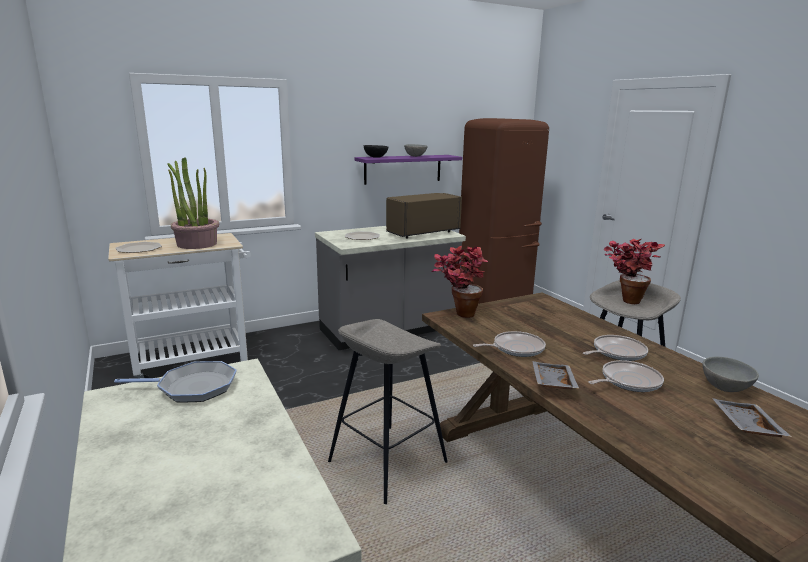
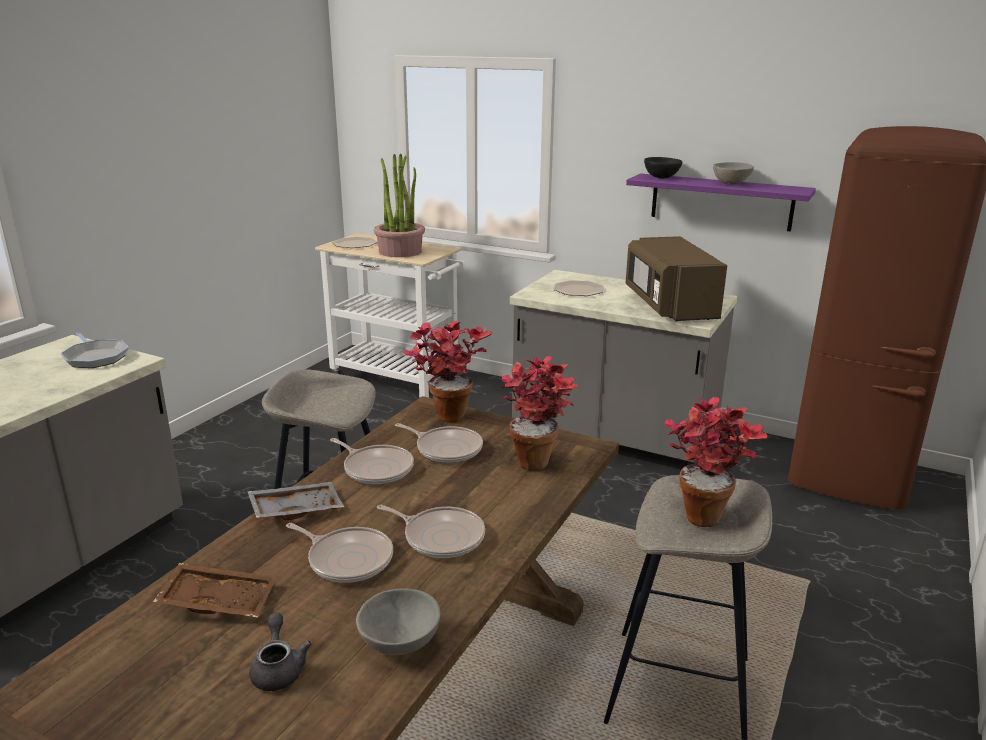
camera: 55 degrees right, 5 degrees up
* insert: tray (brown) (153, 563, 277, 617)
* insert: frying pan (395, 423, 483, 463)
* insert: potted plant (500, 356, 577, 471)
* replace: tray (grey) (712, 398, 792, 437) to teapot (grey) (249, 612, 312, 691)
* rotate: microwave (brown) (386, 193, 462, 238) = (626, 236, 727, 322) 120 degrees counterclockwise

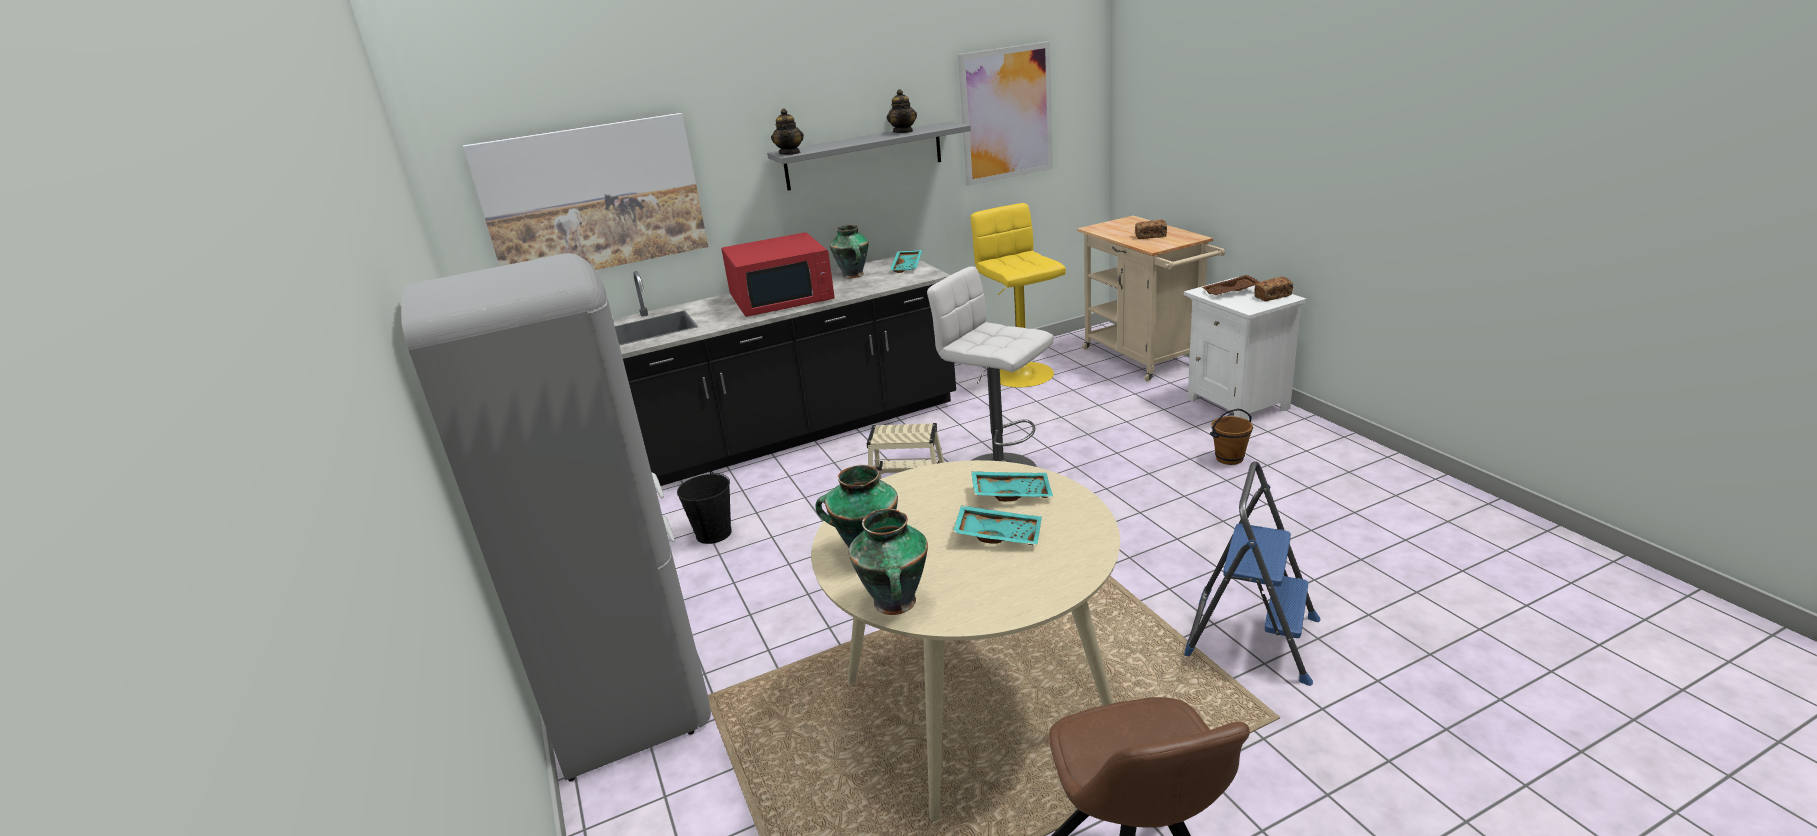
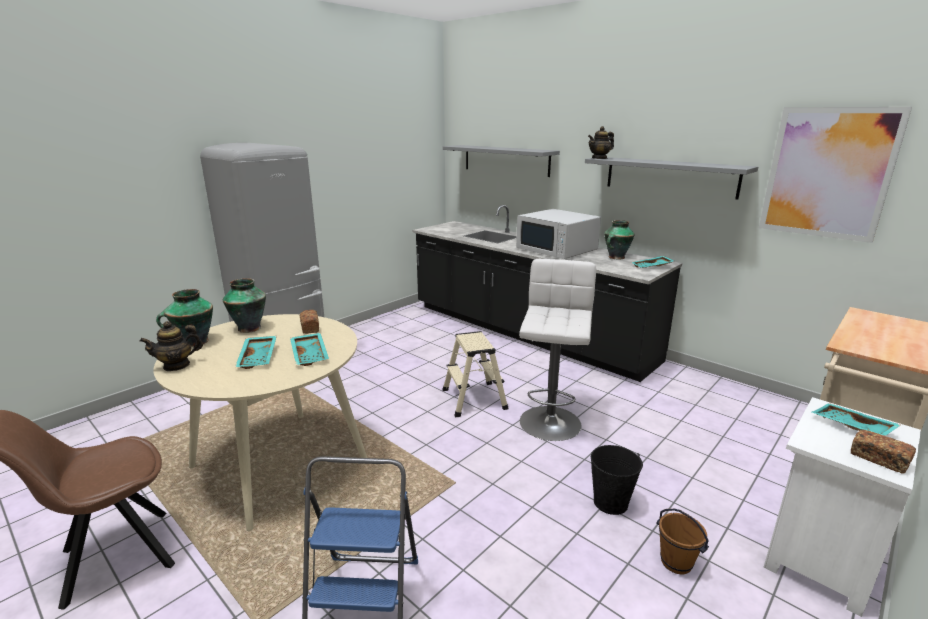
camera: 65 degrees right, 5 degrees down
* delete: stool (yellow) (970, 203, 1066, 387)
* move: bucket (black) (677, 471, 732, 544) to (591, 445, 643, 515)
* move: teapot (887, 89, 917, 133) to (140, 321, 203, 371)
* move: bread (1135, 219, 1167, 239) to (300, 310, 319, 334)
* replace: picture (463, 113, 708, 270) to shelf (grey) (442, 145, 560, 177)
* recolor: microwave (red) (721, 232, 835, 317) to microwave (white) (516, 209, 601, 259)
* recolor: tray (brown) (1202, 275, 1260, 295) to tray (turquoise) (812, 403, 901, 436)

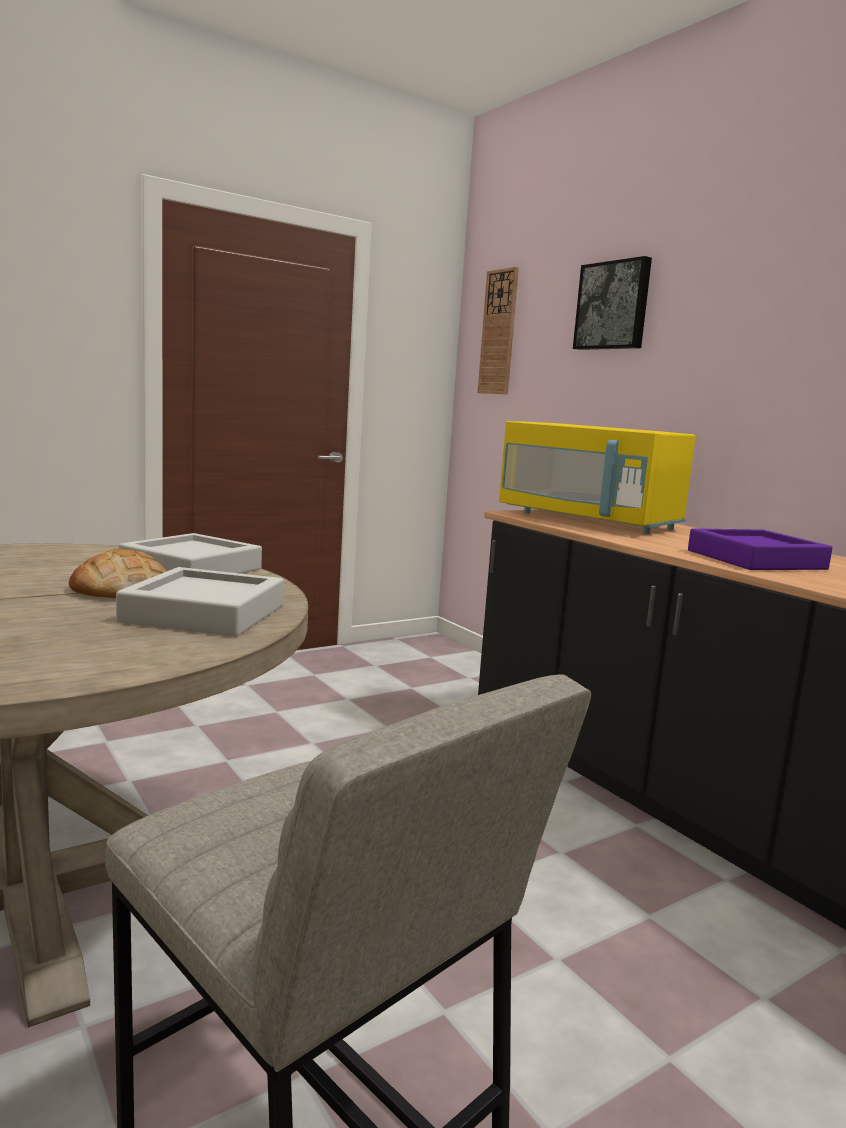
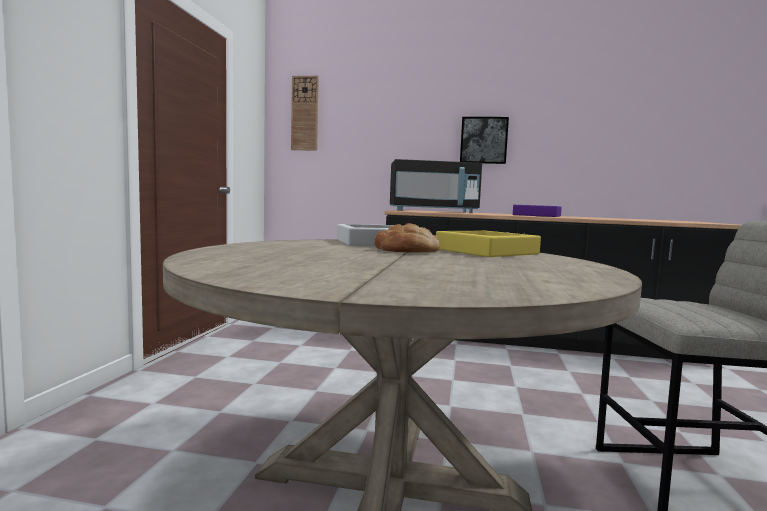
camera: 45 degrees left, 5 degrees down
* move: picture (573, 256, 652, 350) to (460, 117, 509, 164)
* recolor: tray (grey) (116, 567, 284, 636) to tray (yellow) (436, 231, 541, 257)
* recolor: microwave (yellow) (499, 421, 696, 534) to microwave (black) (390, 159, 482, 213)

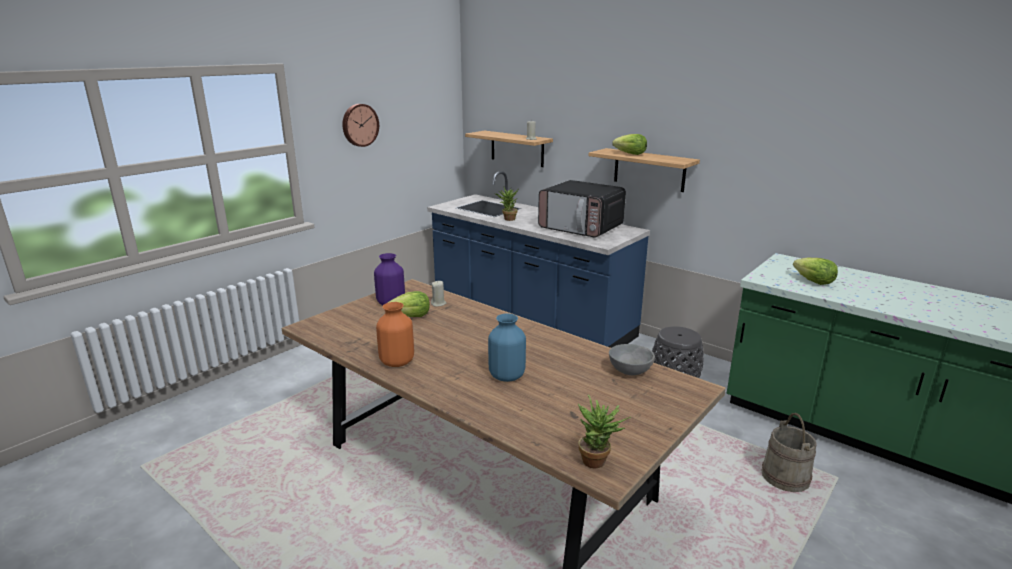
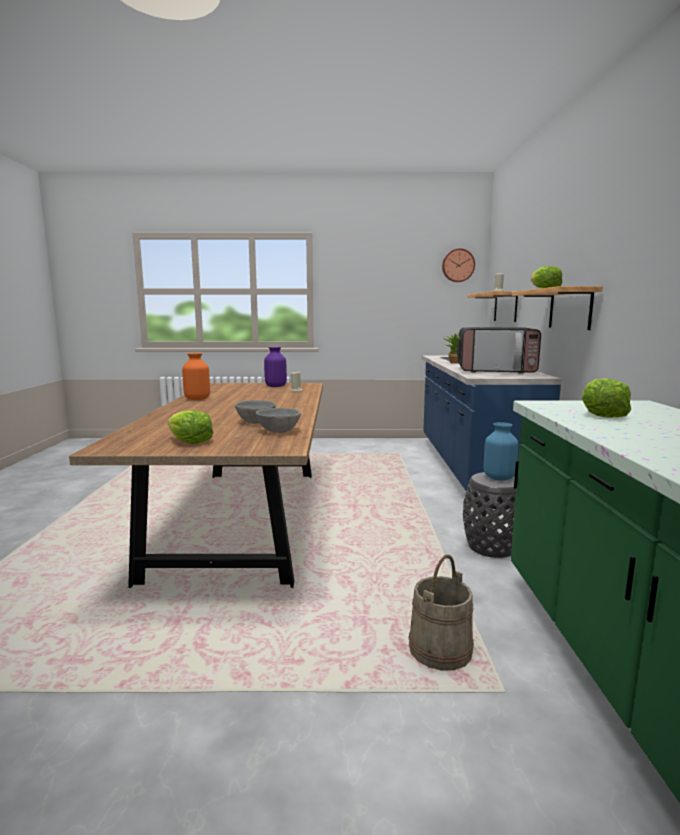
camera: 50 degrees right, 10 degrees down
* delete: potted plant (578, 395, 631, 468)
* insert: bowl (grey) (235, 400, 276, 423)
* move: wall clock (342, 104, 379, 147) to (442, 248, 475, 282)
* move: lettuce (388, 291, 430, 317) to (168, 410, 213, 444)
* move: vase (blue) (488, 313, 526, 382) to (484, 422, 518, 481)
* rotate: microwave (538, 180, 626, 238) = (457, 327, 541, 373) 75 degrees counterclockwise

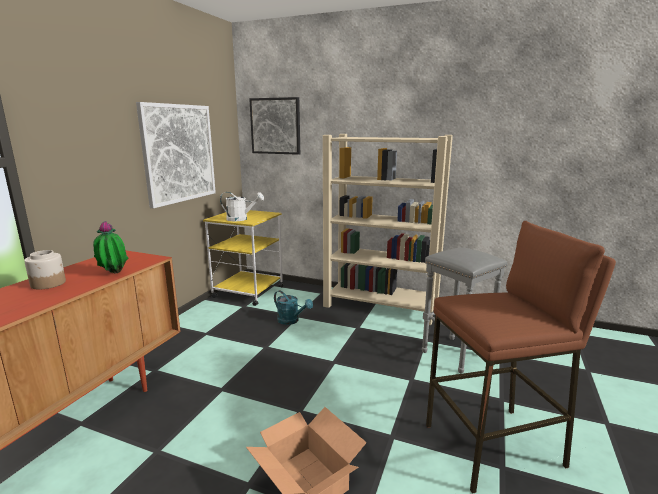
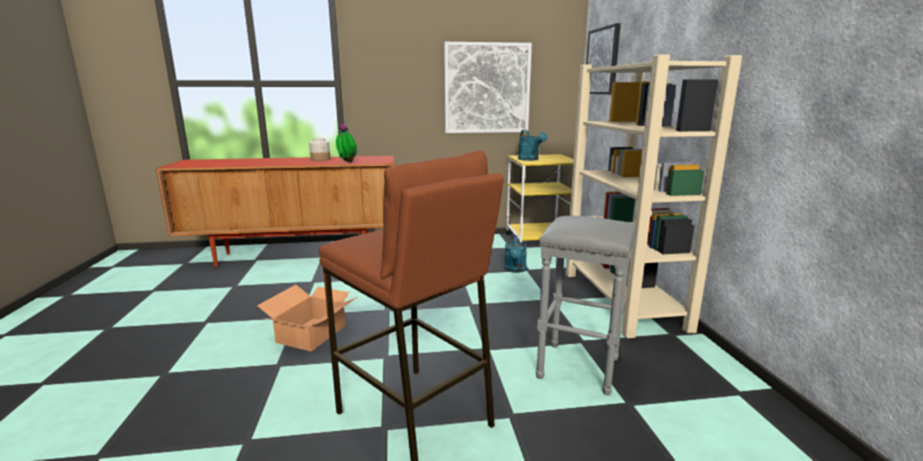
camera: 60 degrees right, 0 degrees up
* recolor: watering can (white) (220, 192, 264, 221) to watering can (turquoise) (518, 130, 547, 161)

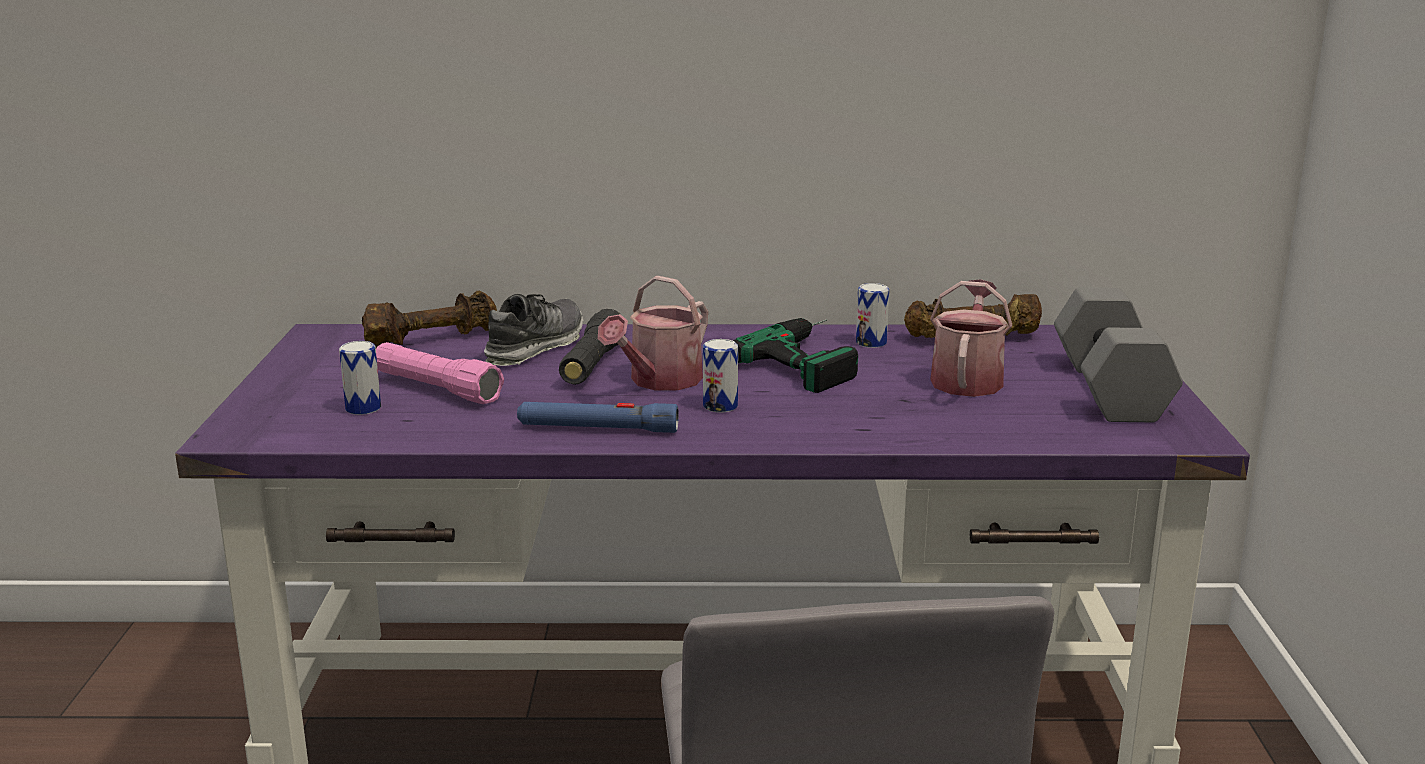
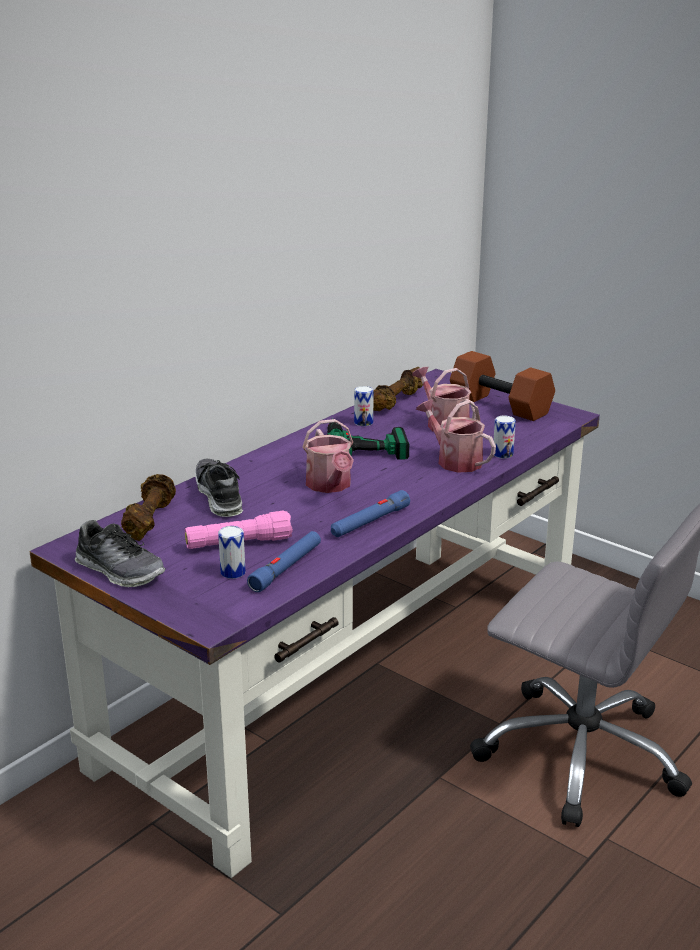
camera: 50 degrees left, 5 degrees up
* delete: flashlight (black) (559, 309, 625, 385)
* insert: shoe (75, 520, 166, 587)
* insert: flashlight (blue) (247, 531, 321, 592)
* insert: watering can (416, 399, 496, 472)
* move: can (703, 339, 738, 413) to (493, 415, 516, 459)
* recolor: dumbbell (grey) (1054, 287, 1183, 422) to dumbbell (brown) (450, 351, 555, 421)

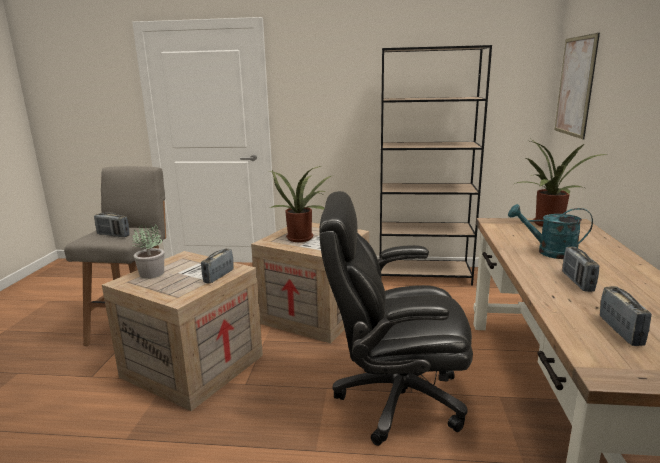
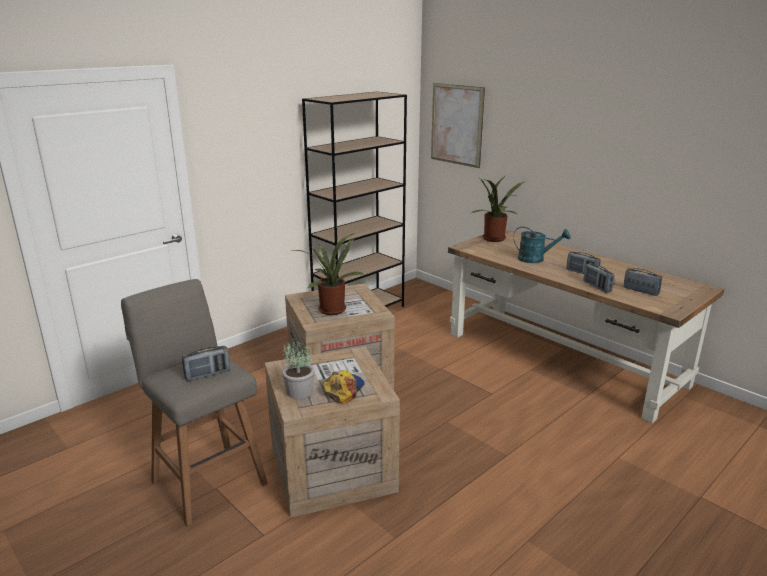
camera: 50 degrees left, 5 degrees up
* delete: office chair (black) (319, 191, 473, 446)
* insert: cap (323, 370, 365, 404)
* move: radio (201, 249, 234, 284) to (583, 263, 614, 293)
* rotate: watering can (turquoise) (508, 204, 593, 259) = (513, 227, 571, 263) 135 degrees counterclockwise

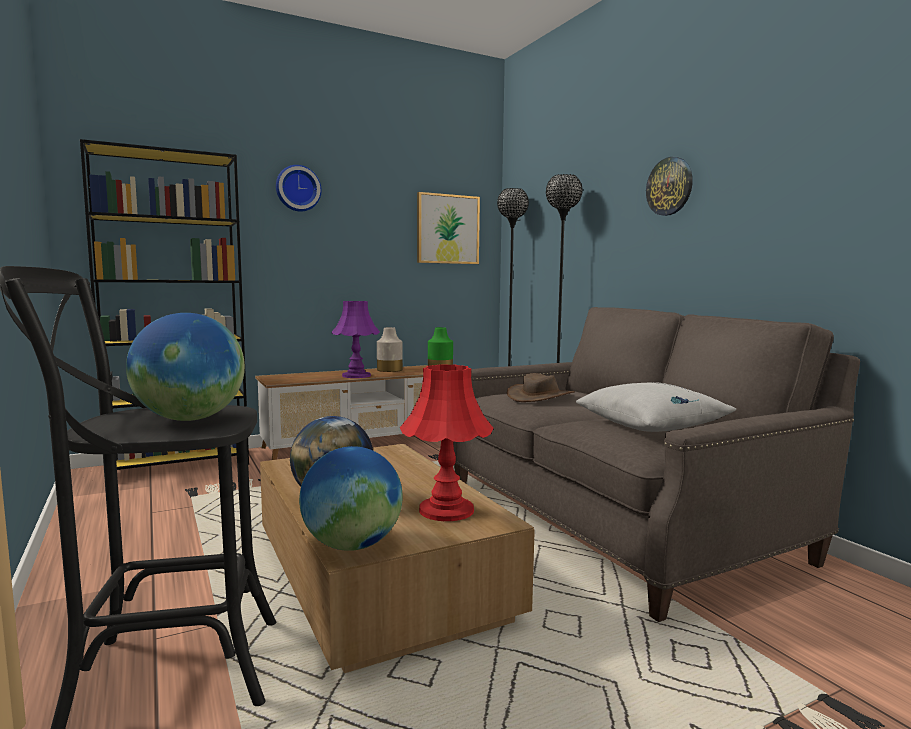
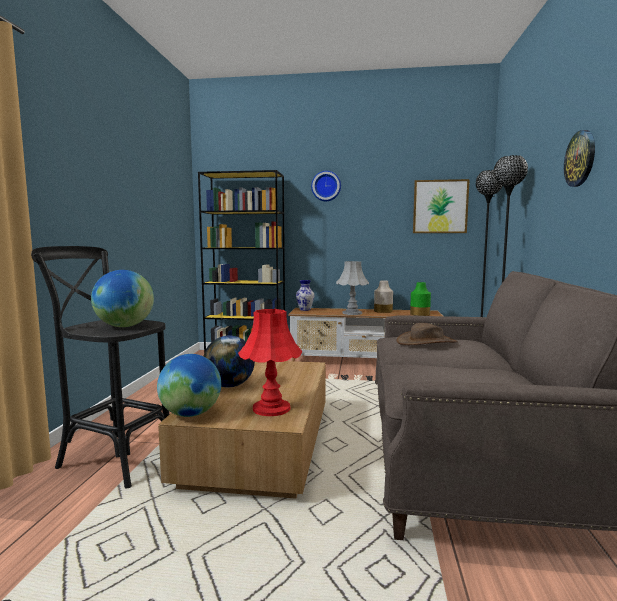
camera: 35 degrees right, 0 degrees up
* delete: pillow (grey) (576, 382, 736, 432)
* insert: vase (296, 280, 314, 311)
* recolor: table lamp (purple) (332, 301, 380, 378) to table lamp (grey) (336, 261, 369, 315)

